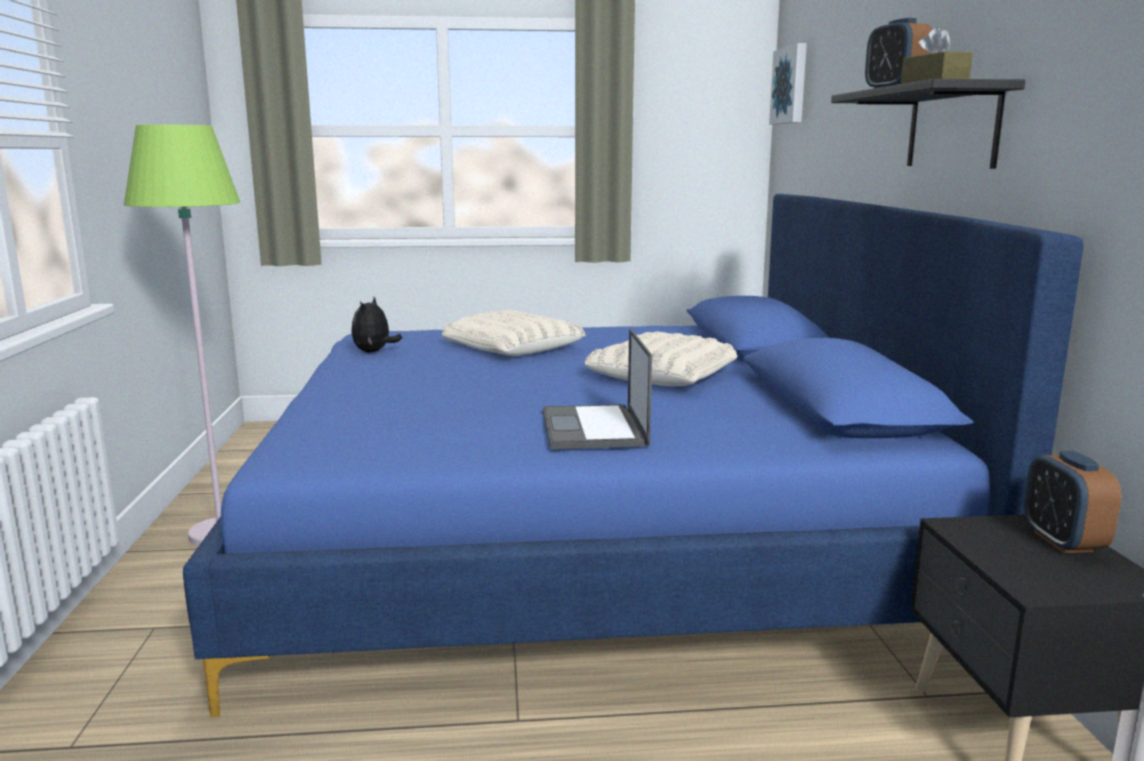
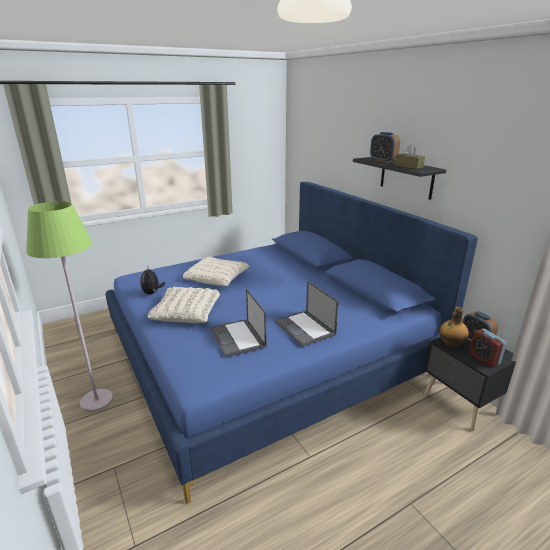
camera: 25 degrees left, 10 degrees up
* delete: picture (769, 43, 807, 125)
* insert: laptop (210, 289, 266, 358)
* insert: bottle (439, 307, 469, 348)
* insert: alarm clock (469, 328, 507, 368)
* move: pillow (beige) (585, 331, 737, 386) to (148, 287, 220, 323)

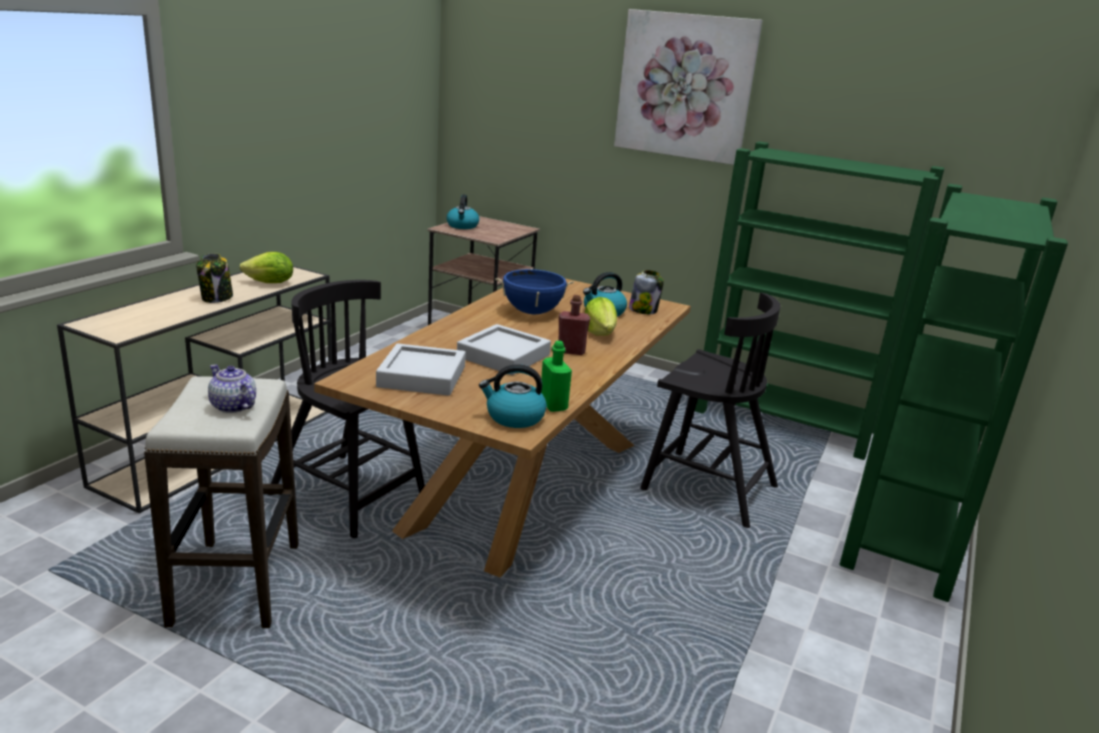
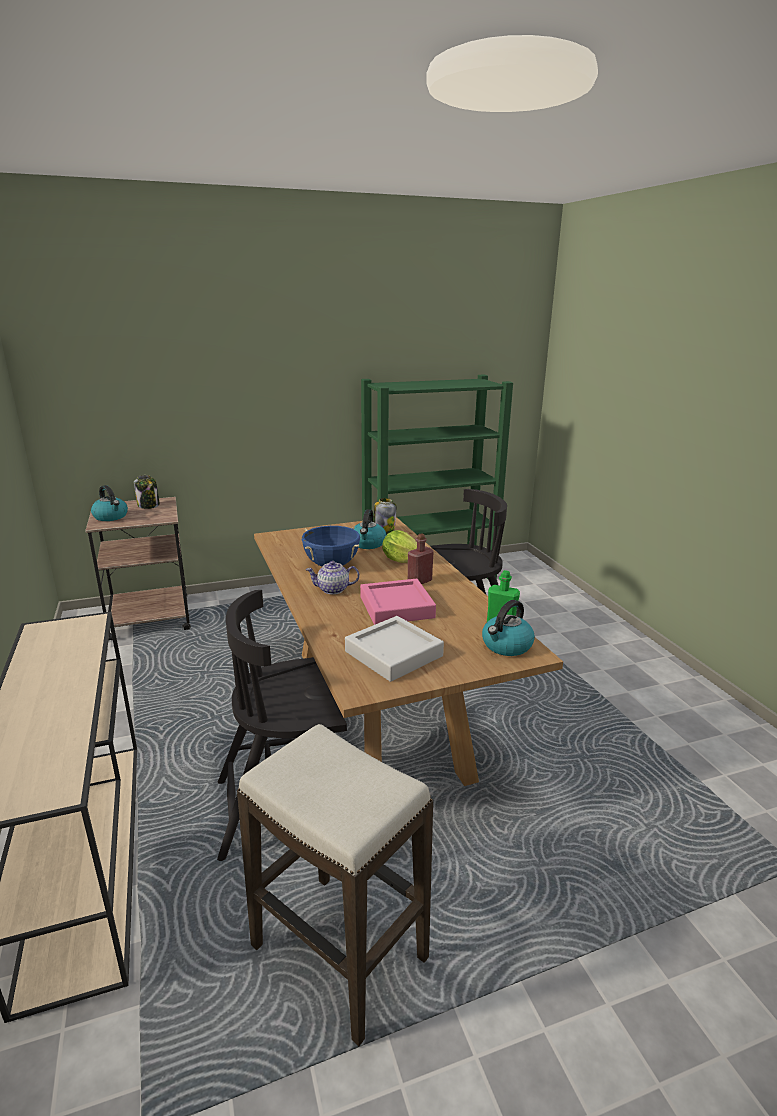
camera: 45 degrees left, 0 degrees up
* delete: lettuce (240, 252, 293, 283)
* delete: picture (614, 9, 763, 165)
* delete: bookcase (green) (839, 184, 1068, 602)
* move: jar (196, 253, 233, 303) to (134, 475, 160, 509)
* move: teapot (208, 365, 256, 413) to (306, 561, 359, 594)
* recolor: tray (grey) (457, 324, 551, 375) to tray (pink) (360, 579, 436, 625)

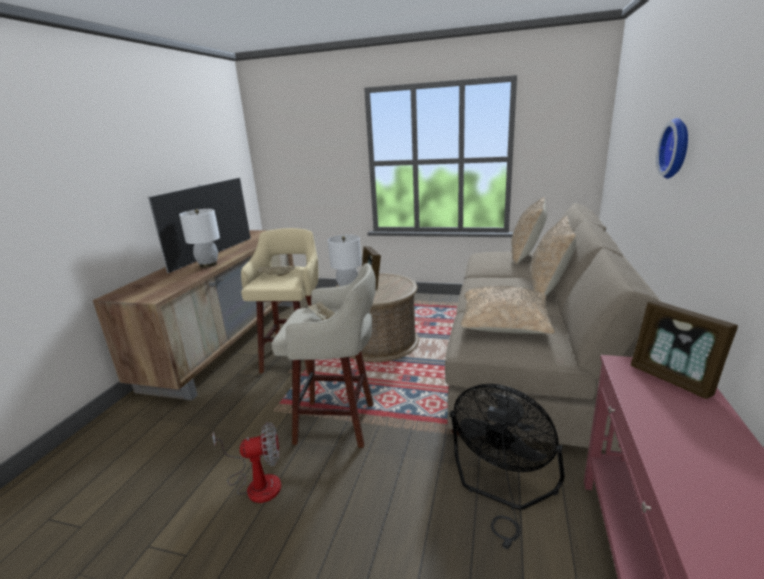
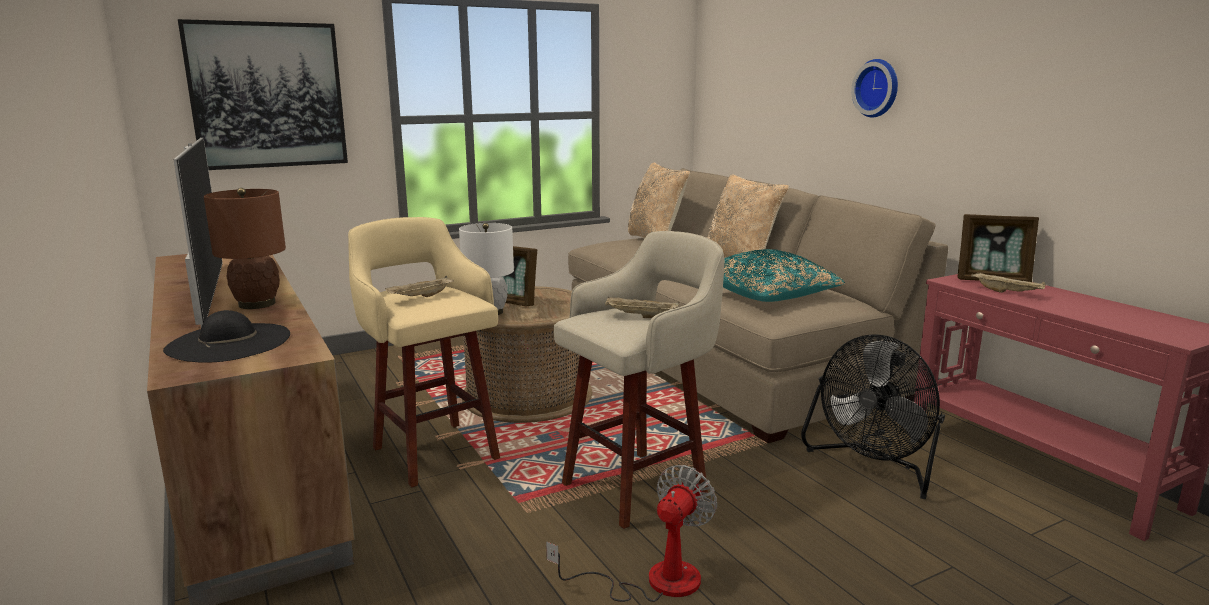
camera: 45 degrees left, 5 degrees down
* insert: hat (black) (163, 310, 290, 363)
* insert: picture (178, 19, 348, 170)
* insert: tray (beige) (971, 272, 1046, 293)
* recolor: table lamp (white) (179, 209, 220, 268) to table lamp (brown) (204, 188, 286, 309)
* recolor: pillow (beige) (460, 286, 555, 334) to pillow (turquoise) (723, 249, 845, 302)
* rotate: fan (black) (449, 384, 565, 550) = (801, 334, 945, 499) 120 degrees counterclockwise

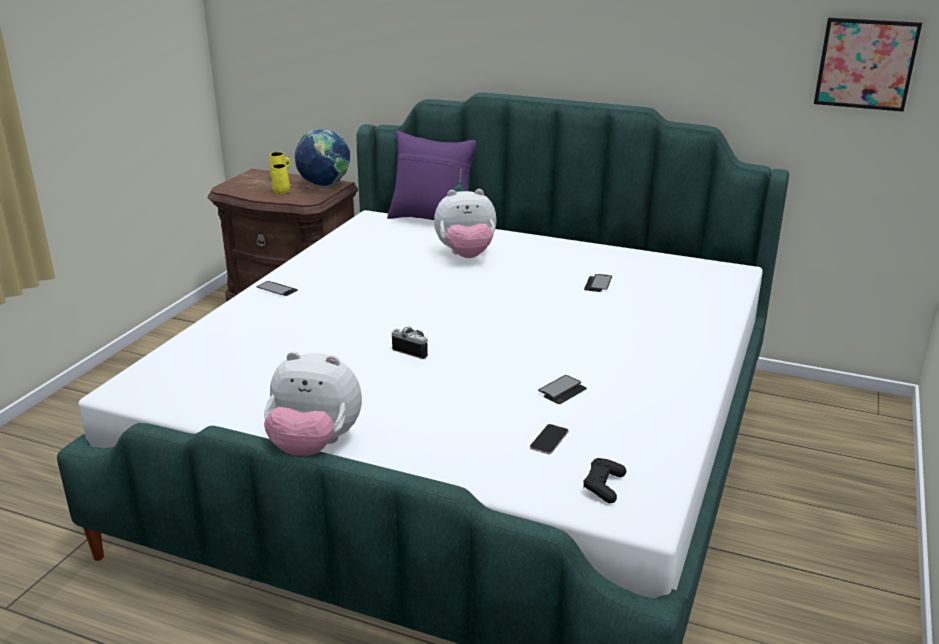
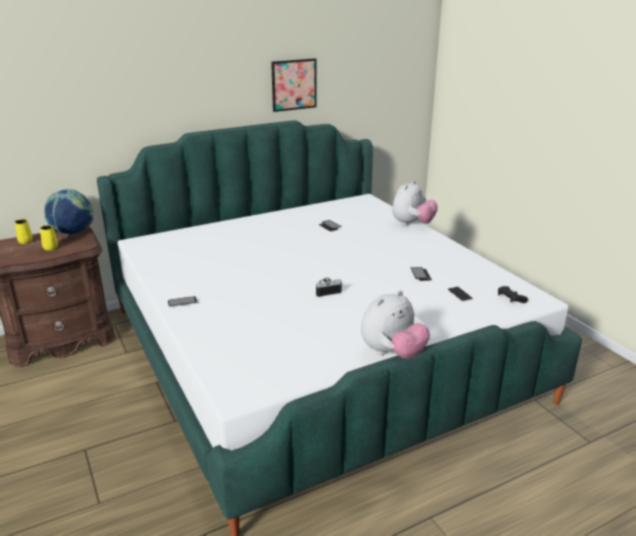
camera: 50 degrees left, 0 degrees up
* delete: pillow (purple) (387, 131, 476, 219)
* move: plush toy (434, 189, 496, 258) to (392, 180, 438, 226)
* move: picture (814, 18, 922, 112) to (271, 58, 317, 112)

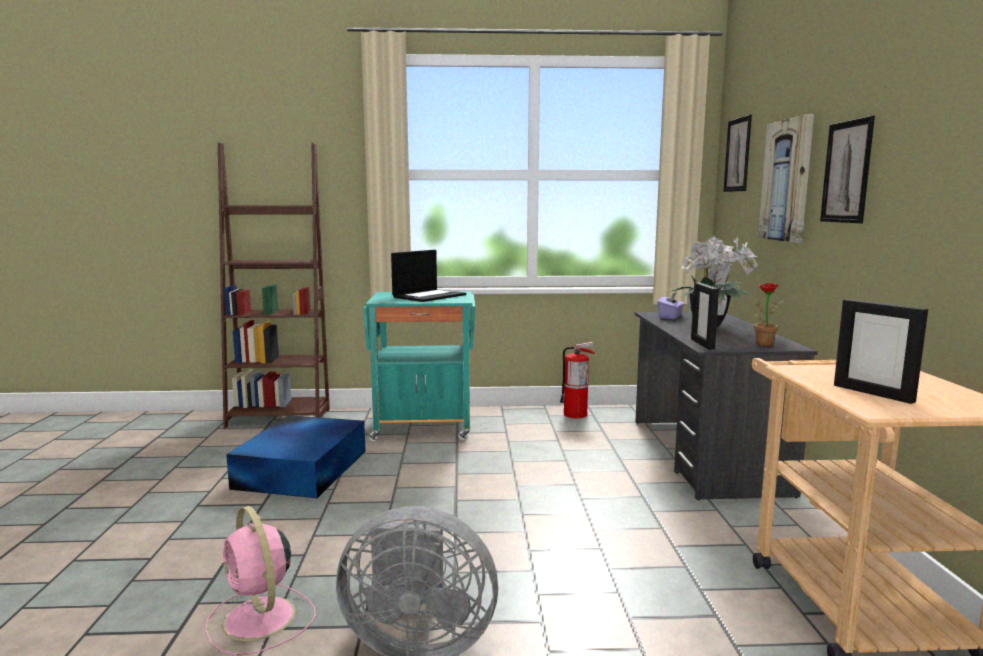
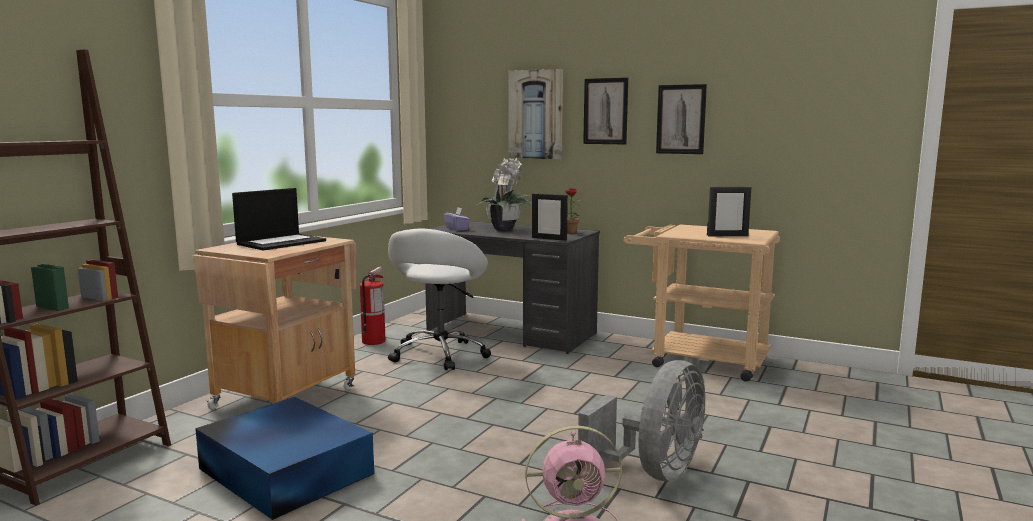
camera: 60 degrees left, 0 degrees up
* insert: office chair (white) (388, 229, 491, 370)
* move: picture (723, 115, 752, 192) to (656, 84, 707, 154)
* recolor: cart (turquoise) (363, 291, 475, 441) to cart (brown) (193, 236, 356, 409)
* rotate: laptop (391, 250, 466, 302) = (232, 188, 326, 251) 60 degrees clockwise

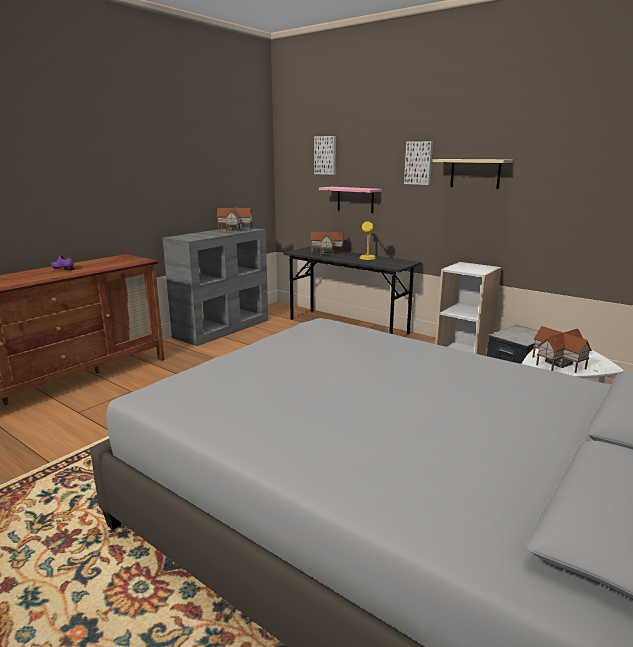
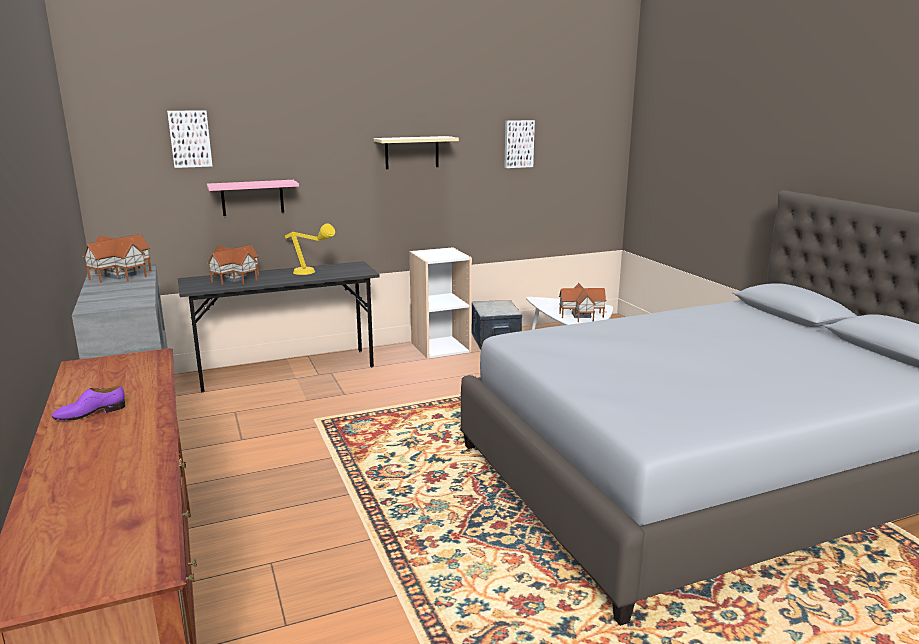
camera: 60 degrees left, 0 degrees up
* move: picture (404, 141, 433, 185) to (504, 120, 535, 168)

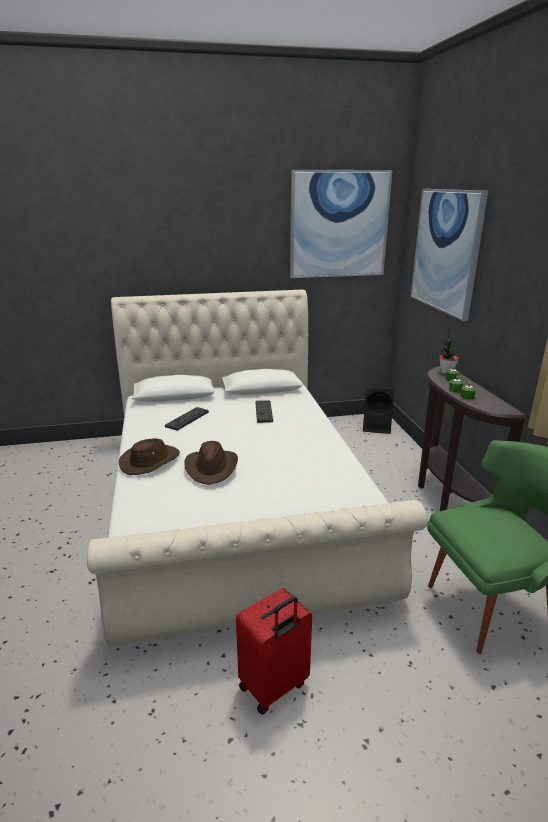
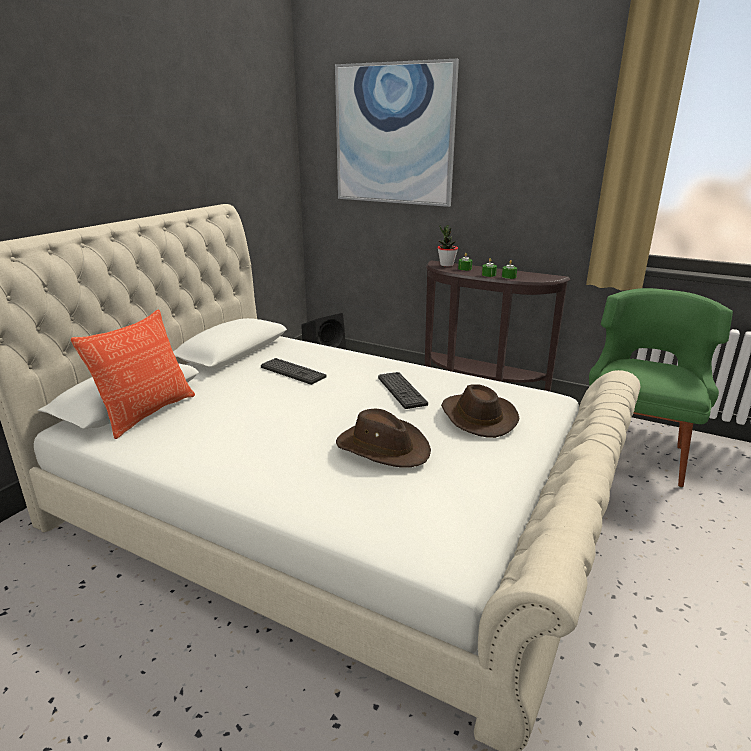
camera: 50 degrees left, 0 degrees up
* delete: suitcase (red) (236, 588, 312, 715)
* delete: picture (290, 170, 392, 278)
* insert: pillow (orange) (71, 310, 195, 439)
* move: hat (brown) (119, 438, 180, 475) to (441, 384, 520, 438)
* move: keyboard (165, 407, 209, 431) to (378, 372, 428, 409)

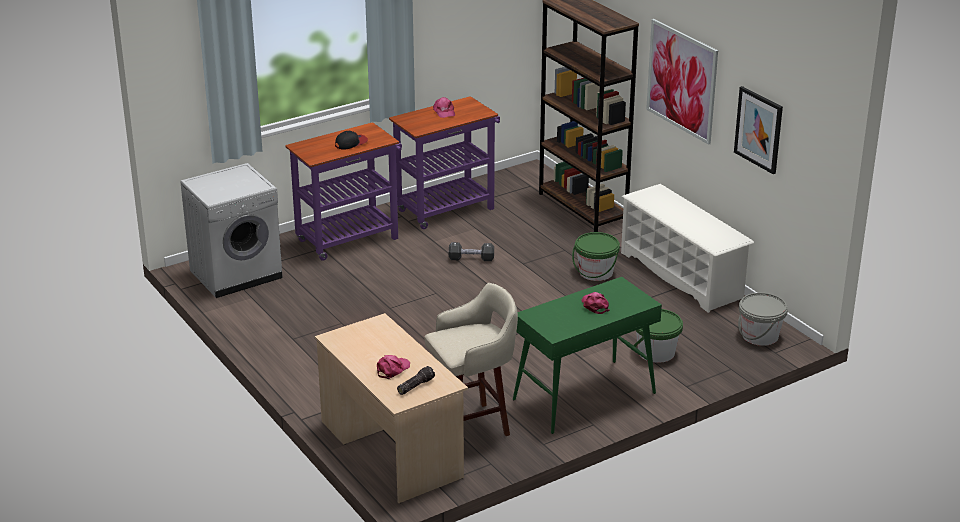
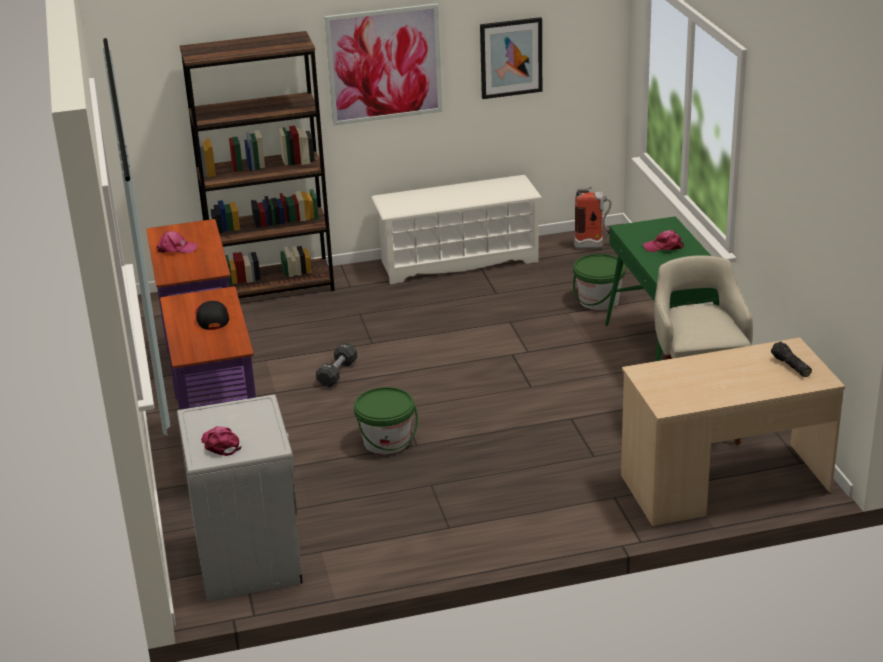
camera: 70 degrees left, 0 degrees up
* move: cap (pink) (377, 355, 410, 379) to (201, 426, 242, 456)
* move: bucket (green) (572, 232, 620, 281) to (354, 387, 418, 454)
* replace: bucket (grey) (738, 293, 788, 346) to fire extinguisher (574, 187, 611, 249)

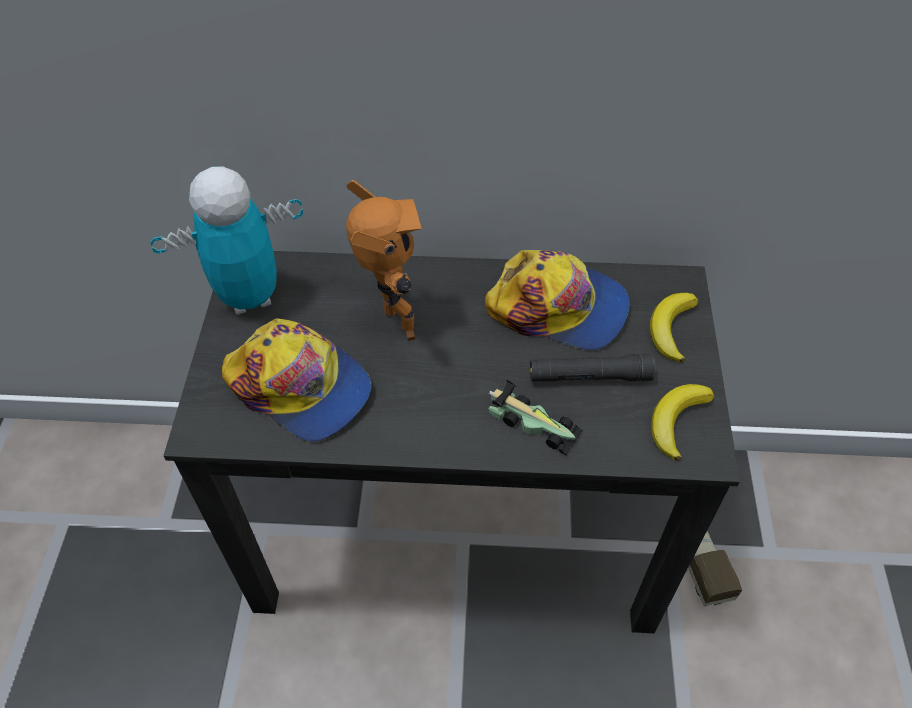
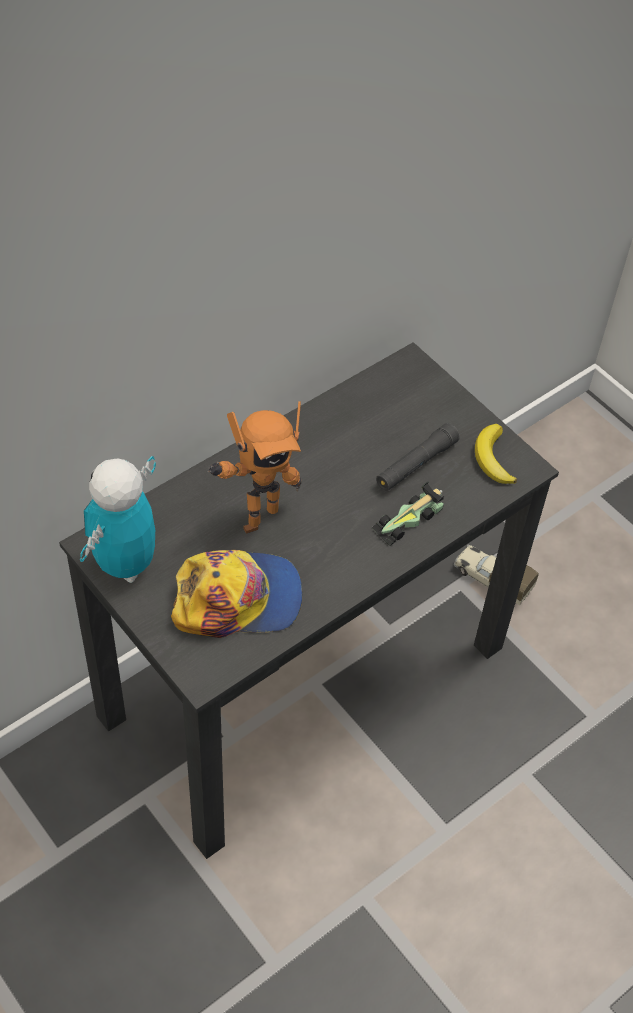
camera: 45 degrees left, 0 degrees up
* delete: cap (485, 250, 630, 350)
* delete: banana (650, 293, 698, 363)
* rotate: toy robot (346, 180, 422, 341) = (207, 401, 301, 534) 120 degrees clockwise
* rotate: toy car (488, 380, 583, 456) = (372, 482, 444, 546) 150 degrees clockwise

